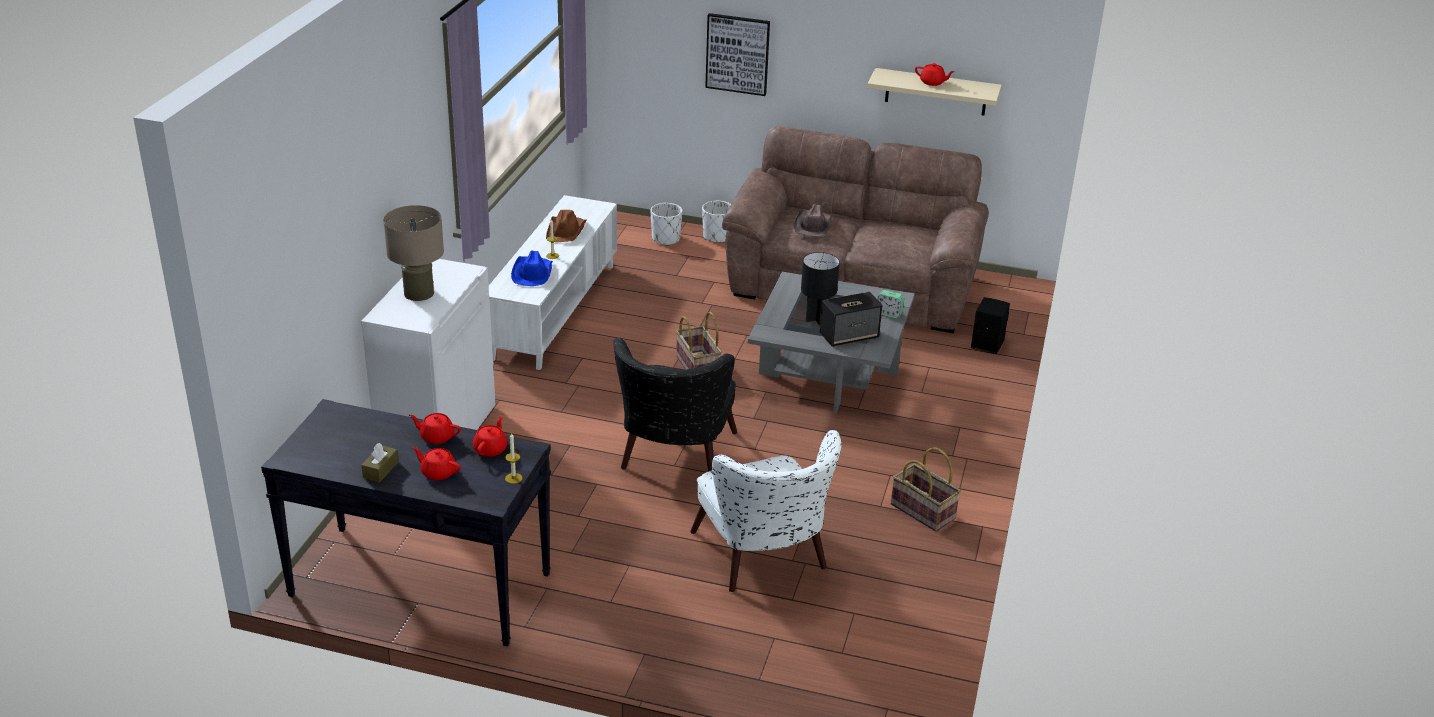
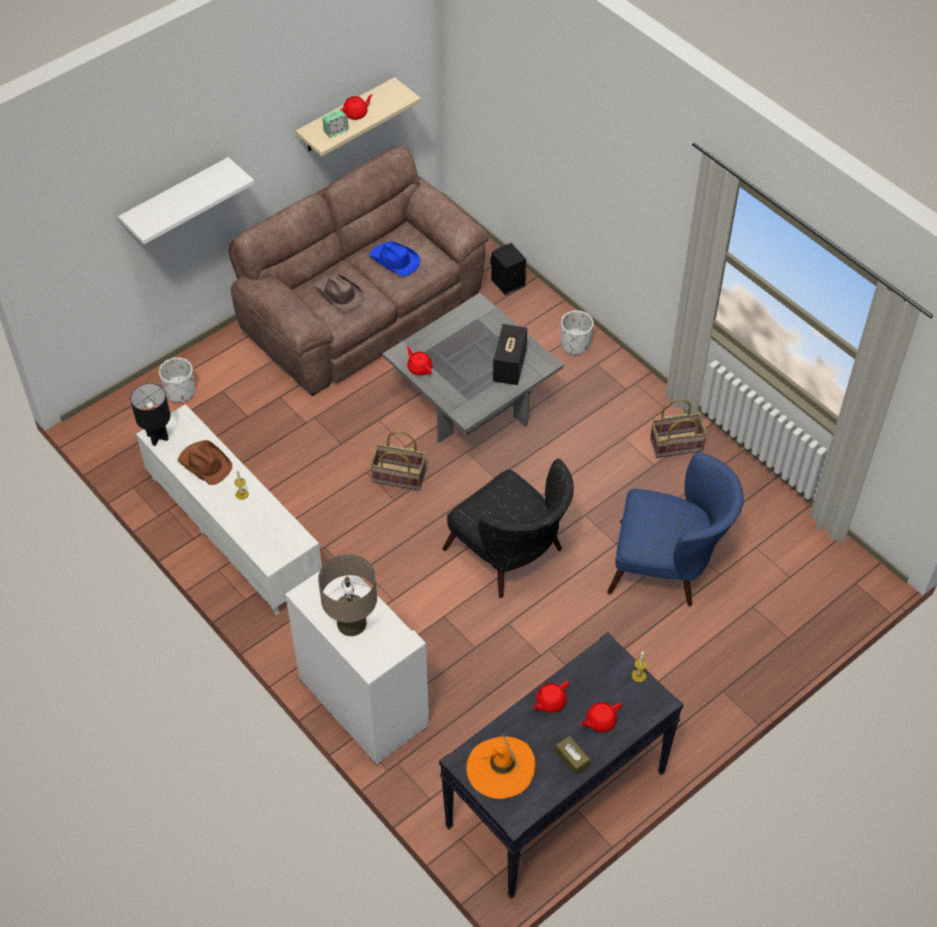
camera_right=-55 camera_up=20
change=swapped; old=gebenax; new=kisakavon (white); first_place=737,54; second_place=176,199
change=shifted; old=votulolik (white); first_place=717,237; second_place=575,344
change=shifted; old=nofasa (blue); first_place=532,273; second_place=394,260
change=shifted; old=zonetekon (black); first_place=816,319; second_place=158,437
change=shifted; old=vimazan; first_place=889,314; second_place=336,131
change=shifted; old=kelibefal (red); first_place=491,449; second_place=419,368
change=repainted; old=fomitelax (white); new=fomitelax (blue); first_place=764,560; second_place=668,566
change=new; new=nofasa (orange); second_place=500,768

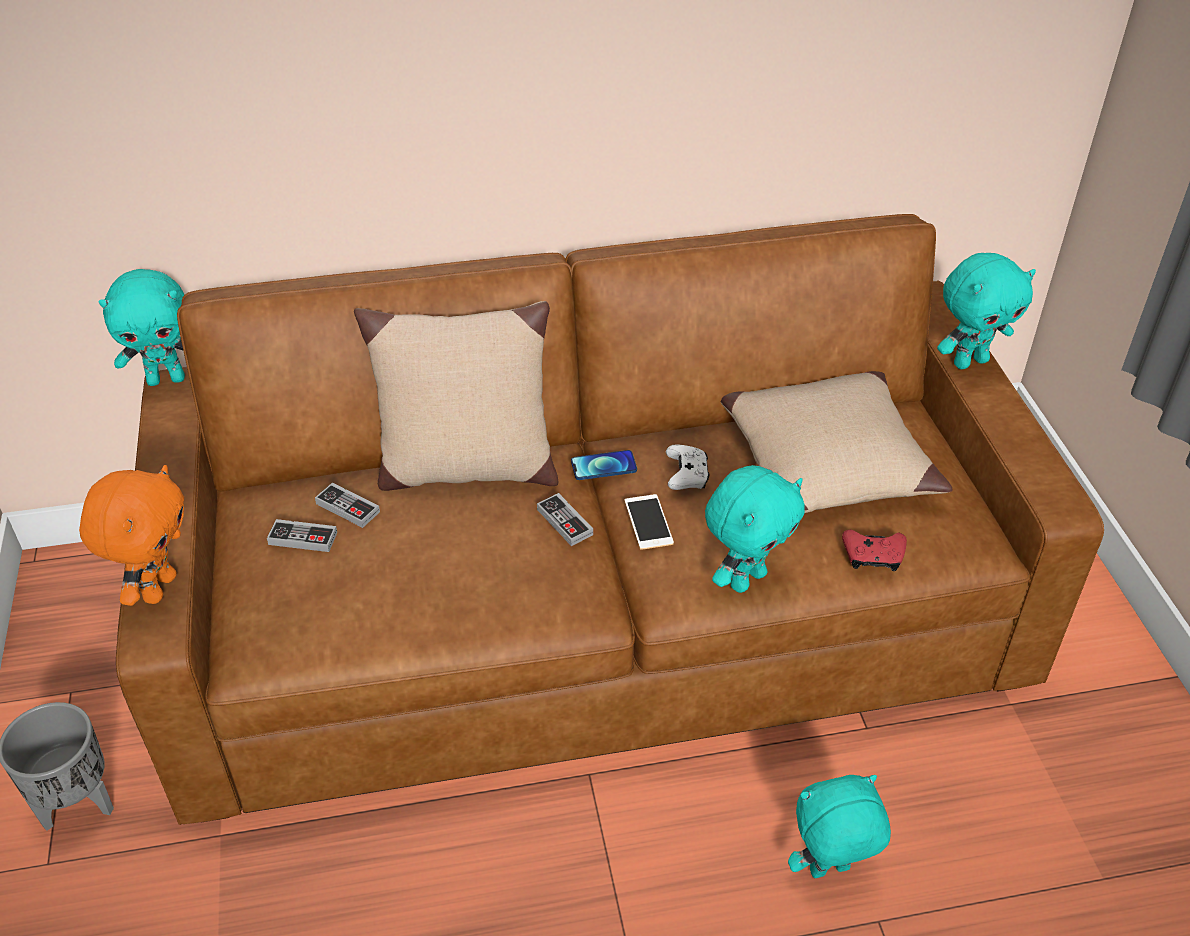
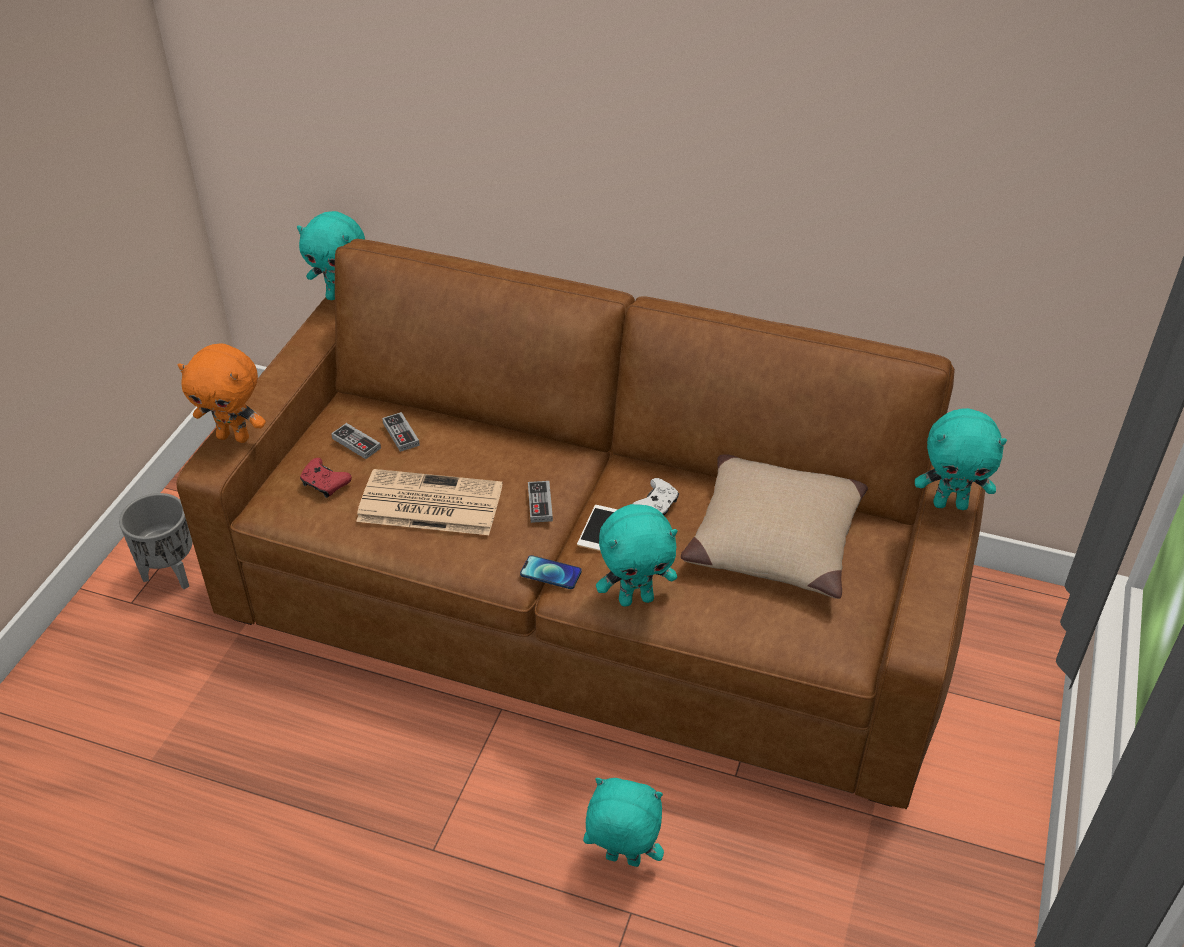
camera_right=30 camera_up=0
change=gone; old=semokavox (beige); first_place=465,468
change=shifted; old=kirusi; first_place=604,466; second_place=550,573
change=rotated; old=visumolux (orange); first_place=158,587; second_place=234,437; degrees=60
change=shifted; old=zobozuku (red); first_place=873,557; second_place=324,484
change=new; new=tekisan; second_place=428,504

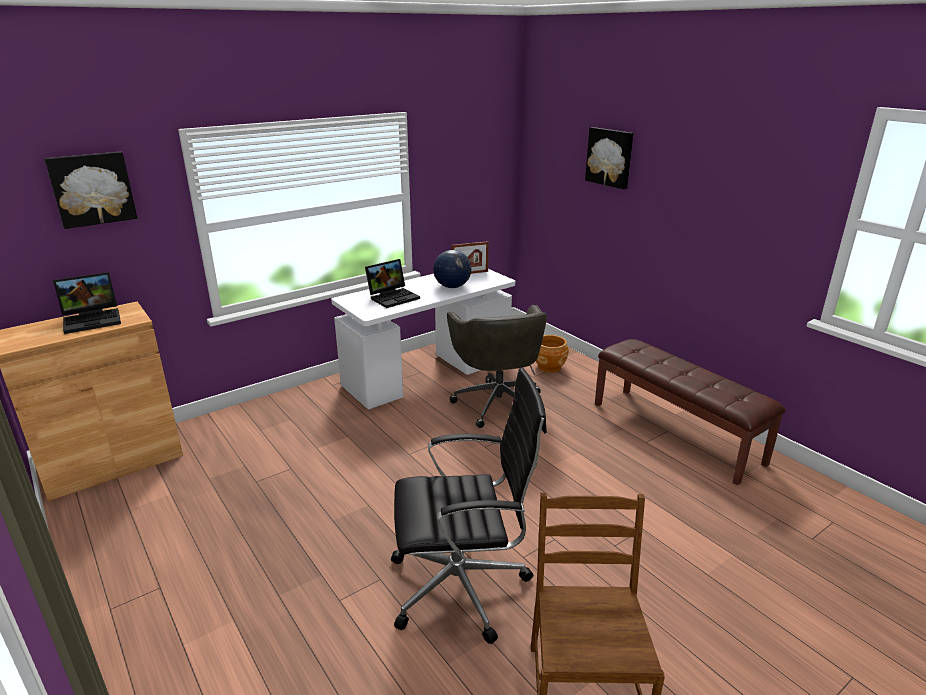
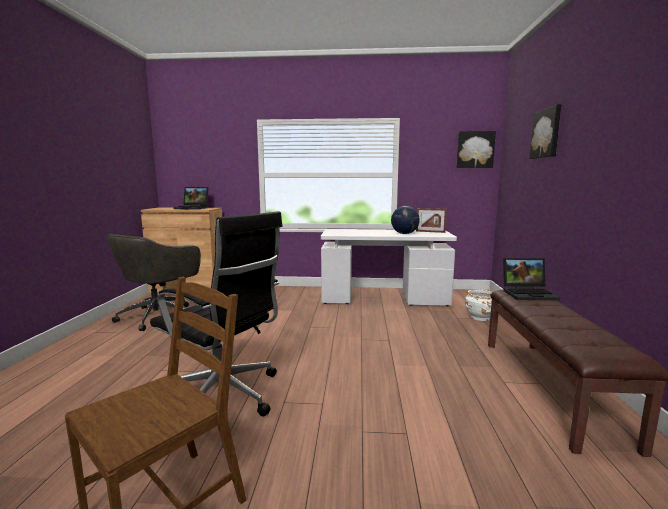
camera_right=40 camera_up=-15
change=shifted; old=gebenax; first_place=92,189; second_place=475,149
change=shifted; old=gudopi; first_place=393,297; second_place=529,293
change=shifted; old=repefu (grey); first_place=498,402; second_place=159,316
change=repainted; old=votulolik (brown); new=votulolik (white); first_place=549,367; second_place=480,317

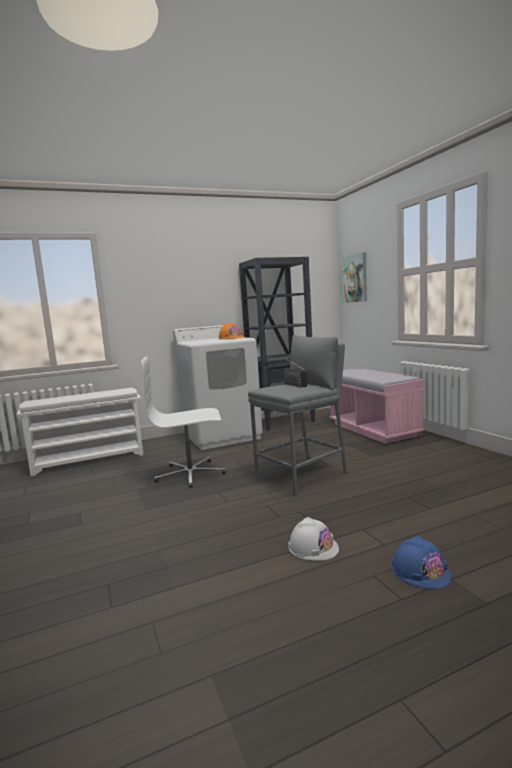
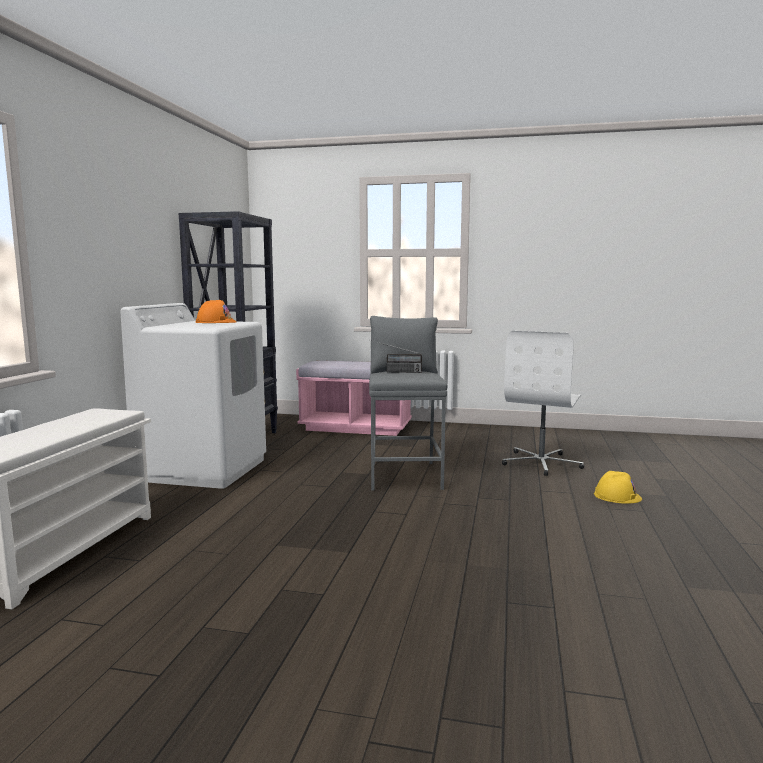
camera_right=-55 camera_up=0
change=gone; old=gebenax; first_place=354,278
change=shifted; old=repefu (white); first_place=190,474; second_place=541,463
change=gone; old=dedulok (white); first_place=313,547
change=repainted; old=dedulok (blue); new=dedulok (yellow); first_place=420,571; second_place=617,496

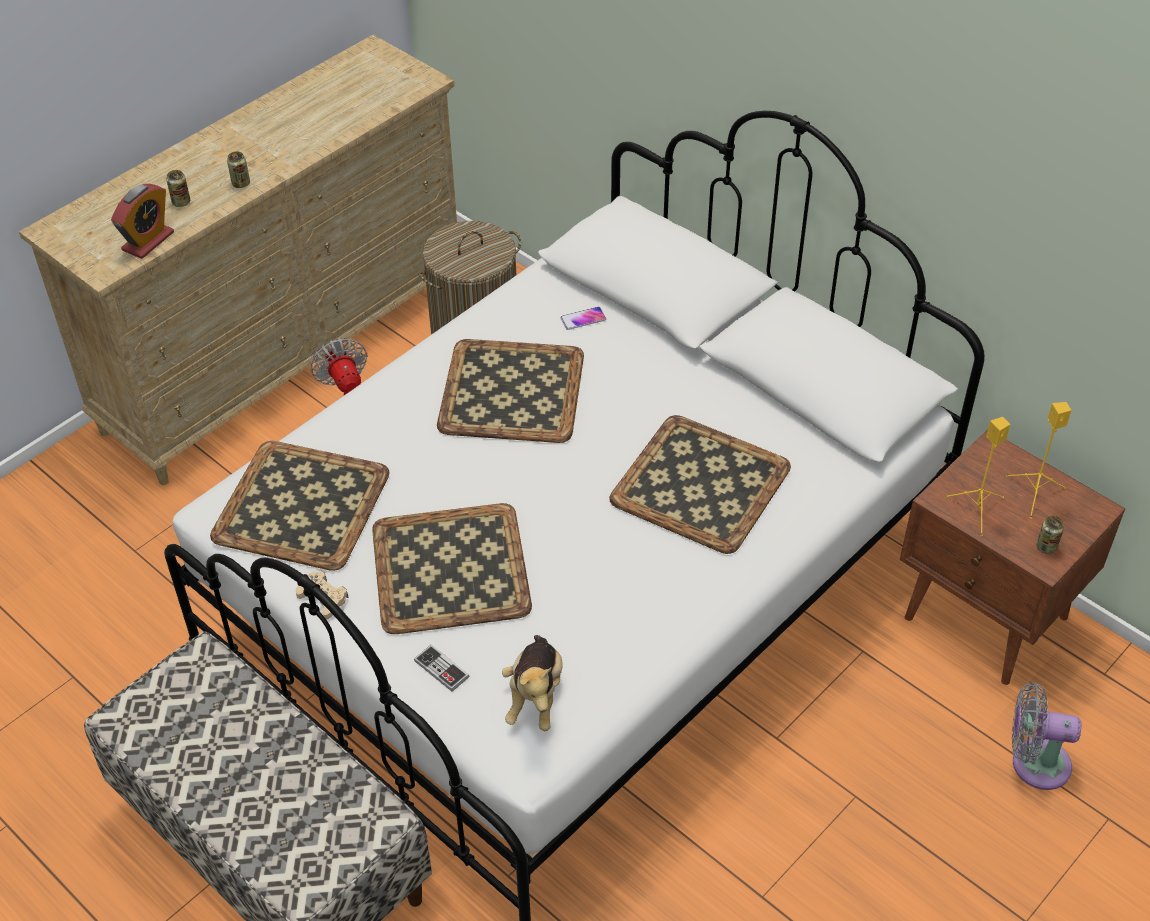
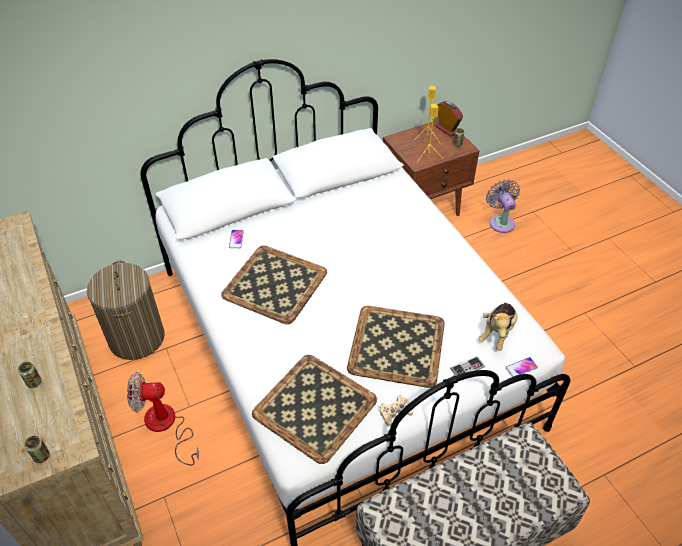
camera_right=-70 camera_up=0
change=shifted; old=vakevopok; first_place=241,183; second_place=41,456
change=shifted; old=vimazan; first_place=148,241; second_place=447,129
change=gone; old=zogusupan; first_place=702,483
change=rotated; old=visumolux; first_place=535,696; second_place=497,332; degrees=90
change=rotated; old=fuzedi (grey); first_place=1034,763; second_place=500,222; degrees=135
change=new; new=kirusi; second_place=521,368

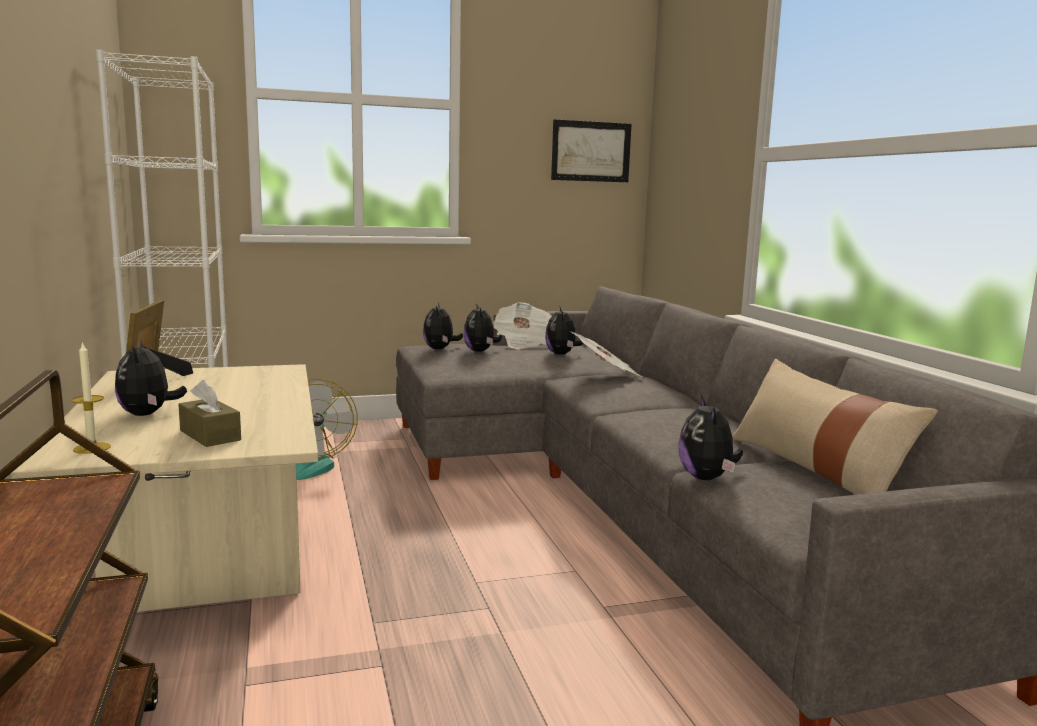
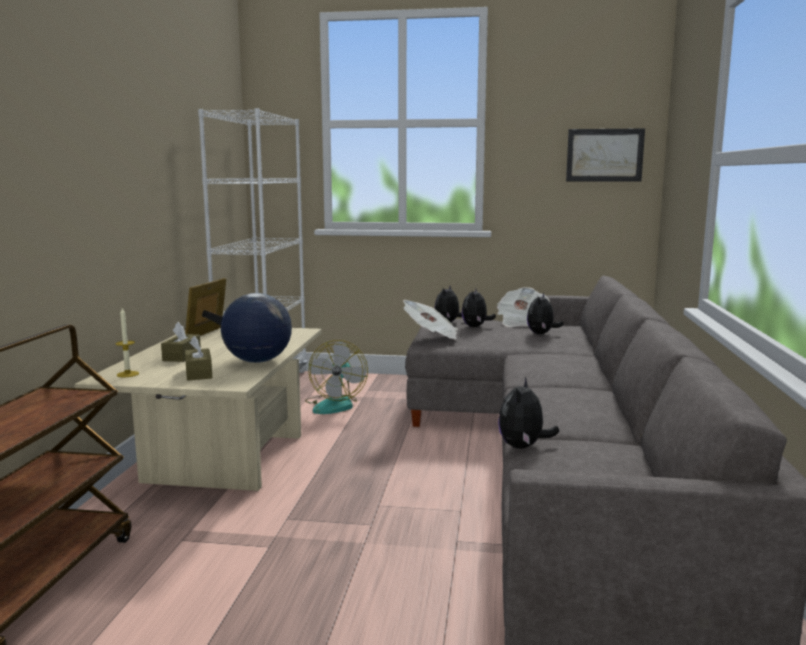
camera_right=25 camera_up=0
change=shifted; old=tekisan; first_place=606,375; second_place=431,335
change=swapped; old=visumolux; new=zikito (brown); first_place=148,414; second_place=182,356
change=gone; old=semokavox (beige); first_place=815,469
change=new; new=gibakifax; second_place=257,361

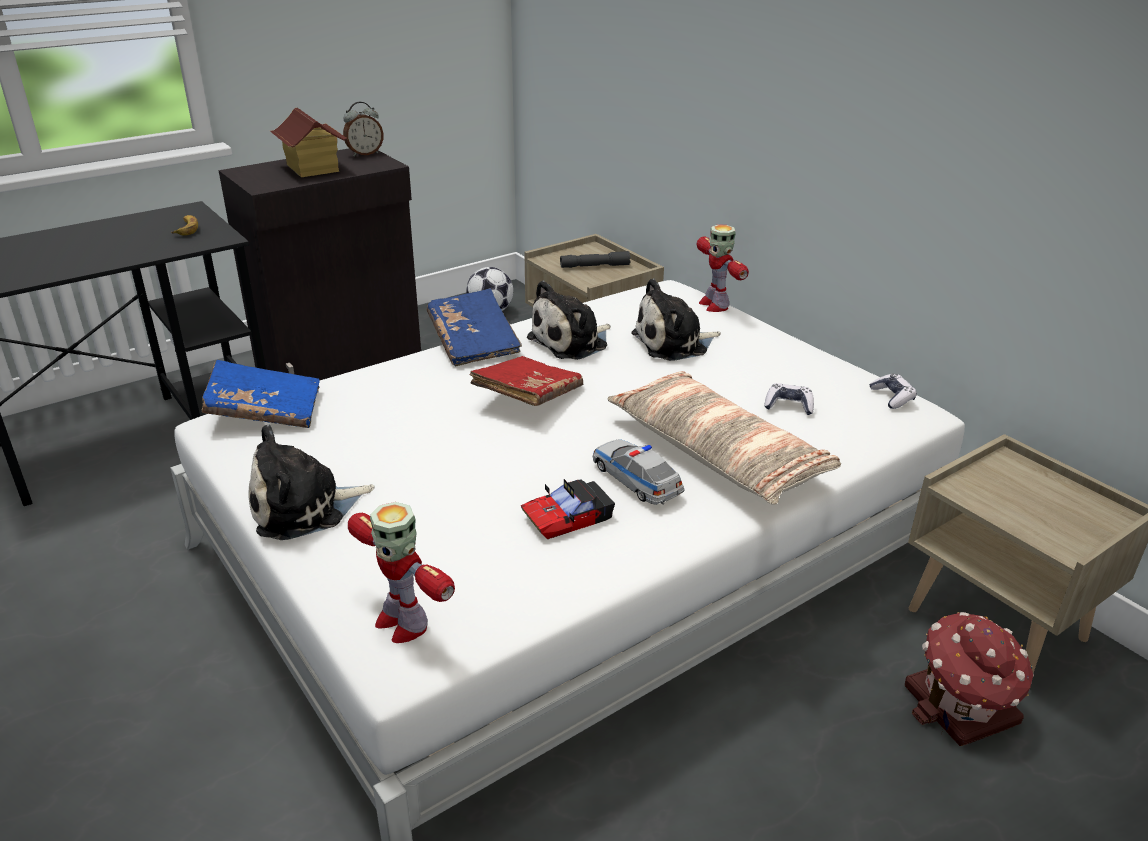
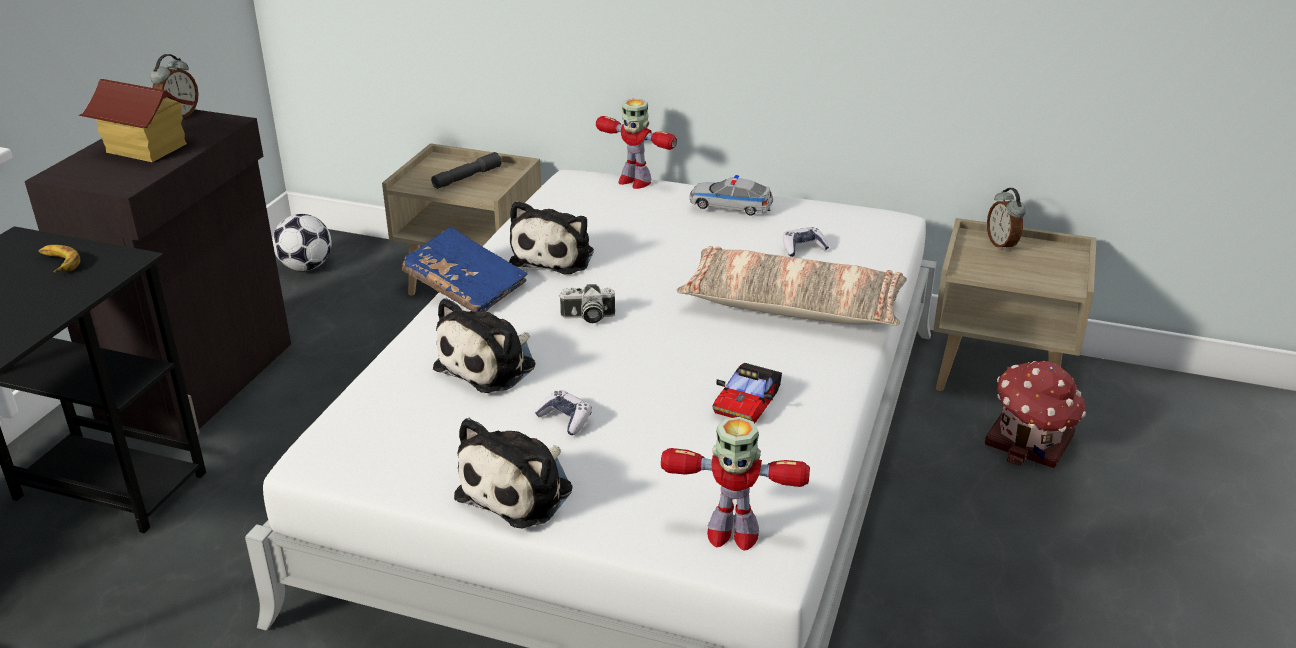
camera_right=-35 camera_up=0
change=shifted; old=visumolux; first_place=674,343; second_place=490,365
change=swapped; old=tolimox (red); new=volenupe; first_place=527,396; second_place=587,317
change=gone; old=tolimox (blue); first_place=265,411
change=shifted; old=zobozuku; first_place=892,397; second_place=565,419
change=shifted; old=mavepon; first_place=636,479; second_place=730,206
change=new; new=vimazan; second_place=1002,244

